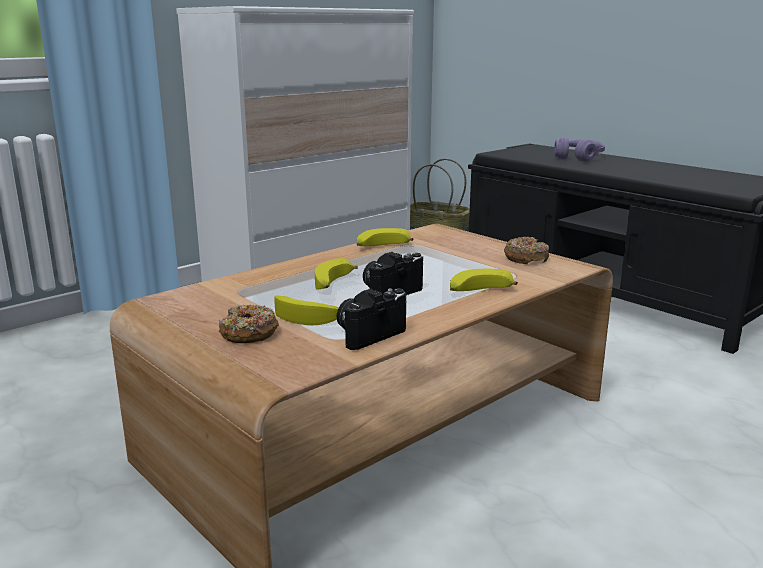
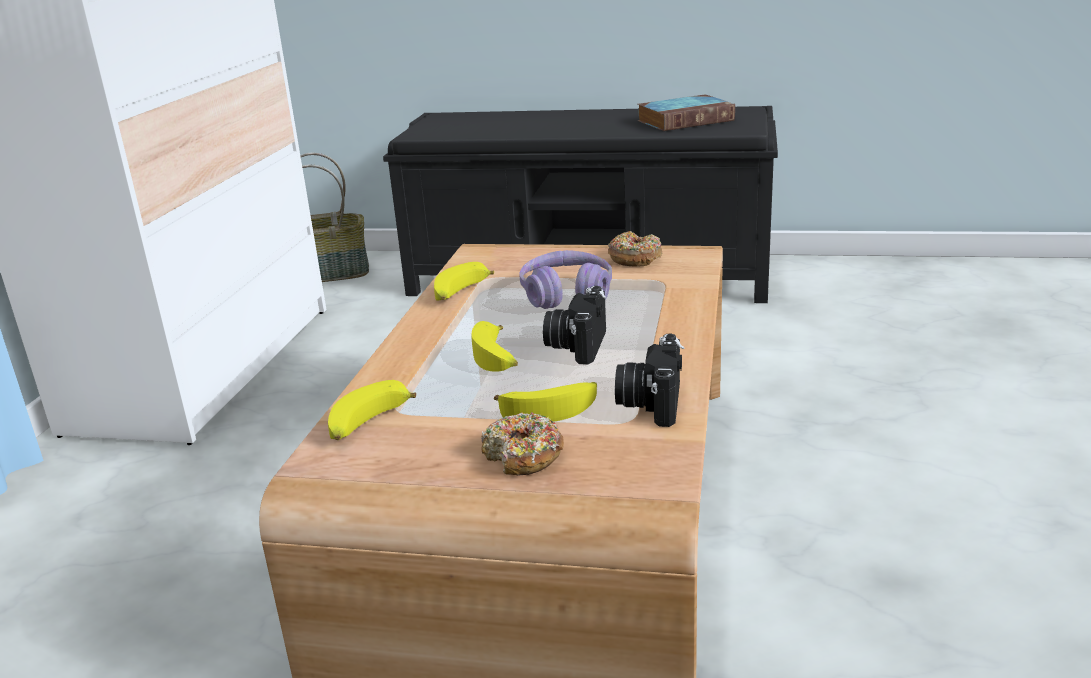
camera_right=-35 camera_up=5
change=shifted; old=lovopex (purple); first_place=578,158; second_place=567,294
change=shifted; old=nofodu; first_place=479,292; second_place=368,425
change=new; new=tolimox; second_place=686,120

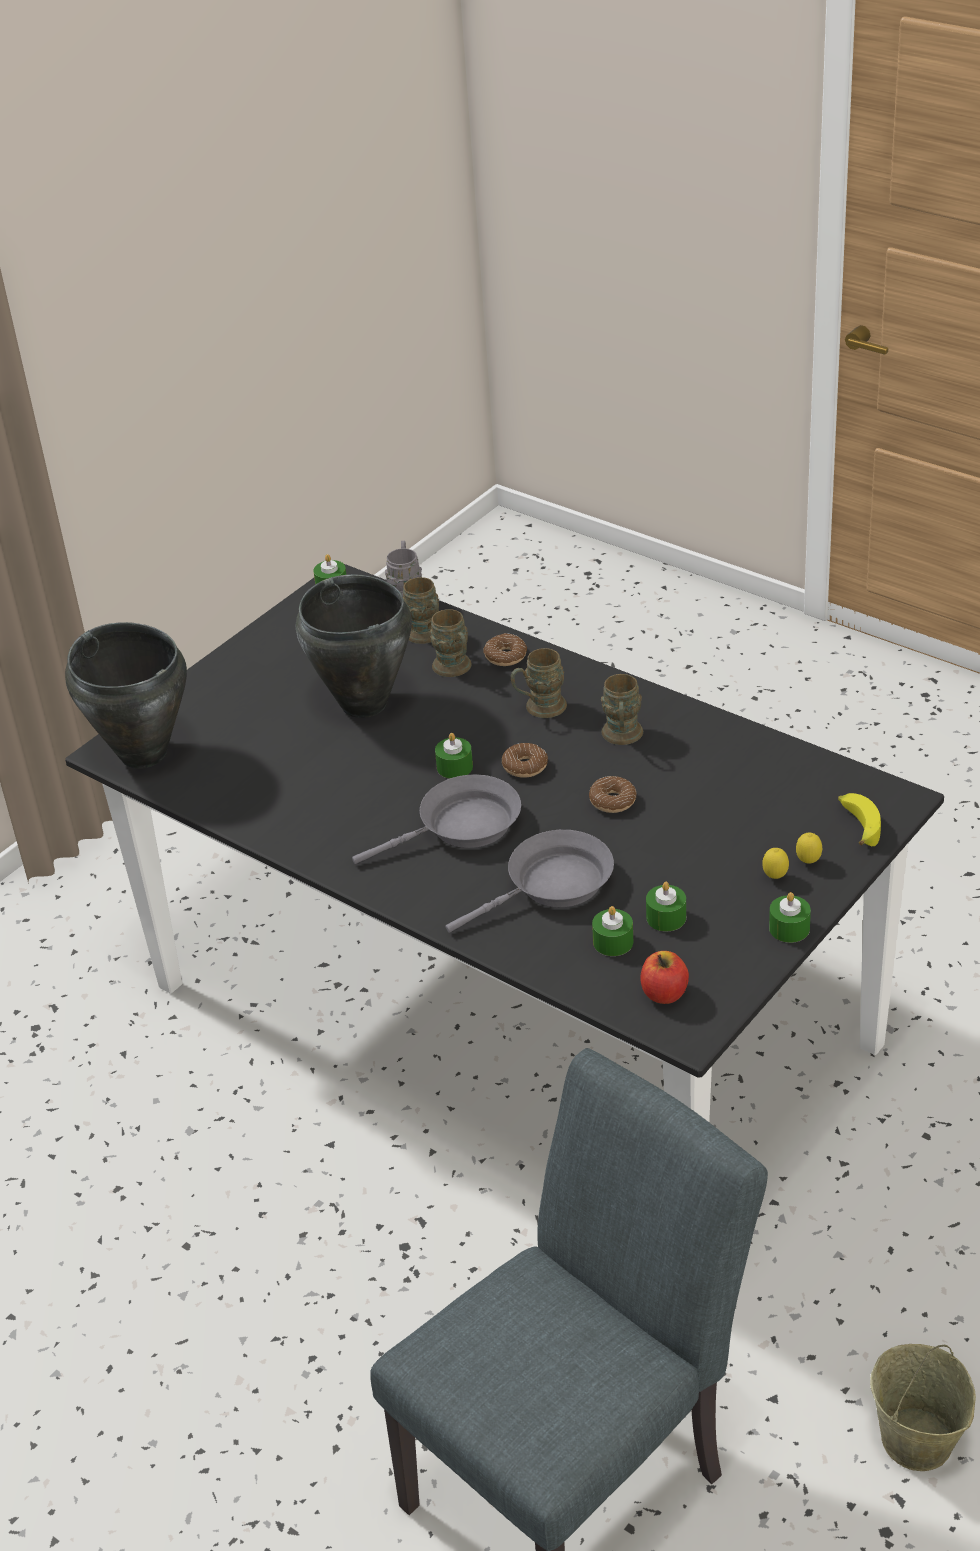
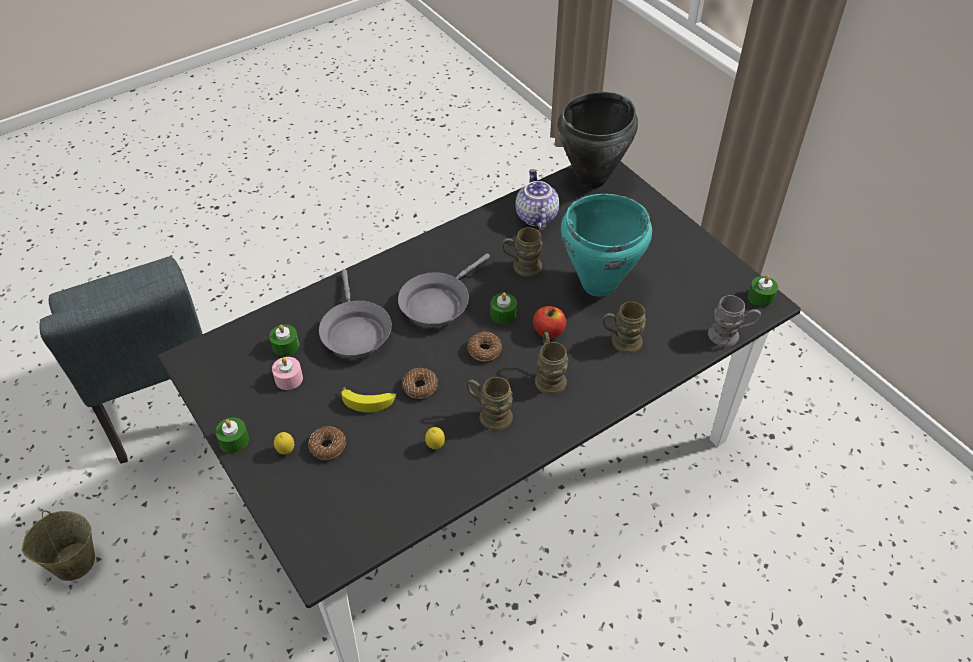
camera_right=105 camera_up=10
change=repainted; old=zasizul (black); new=zasizul (turquoise); first_place=363,705; second_place=597,284
change=shifted; old=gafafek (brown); first_place=427,636; second_place=521,266
change=shifted; old=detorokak; first_place=505,656; second_place=328,446
change=rotated; old=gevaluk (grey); first_place=462,827; second_place=438,303; degrees=45
change=shifted; old=nofodu; first_place=858,825; second_place=369,401
change=shifted; old=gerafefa; first_place=808,862; second_place=435,446
change=repainted; old=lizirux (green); new=lizirux (pink); first_place=666,917; second_place=289,379
change=shifted; old=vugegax; first_place=664,993; second_place=548,331
change=new; new=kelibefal; second_place=535,216

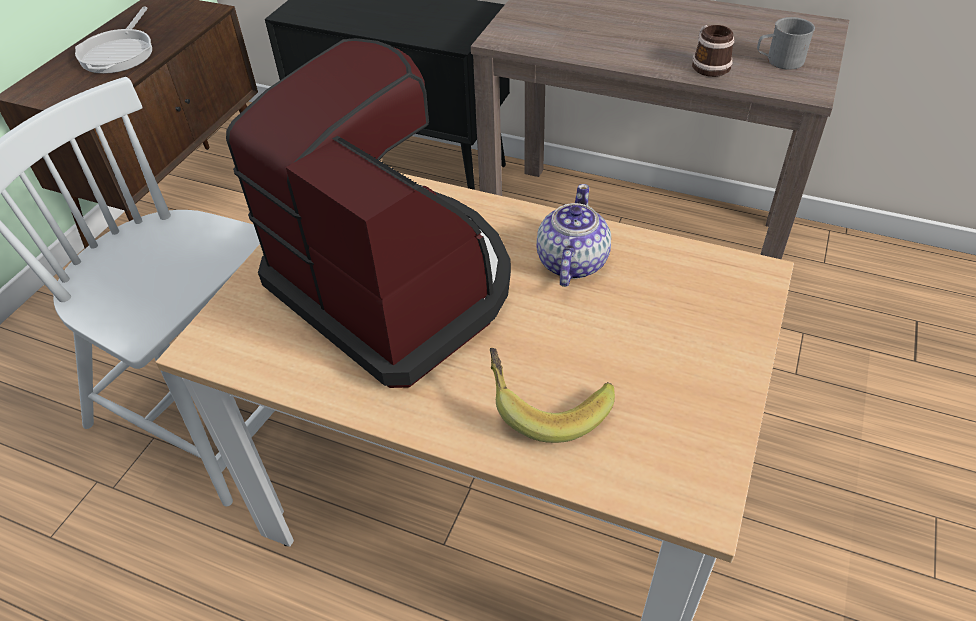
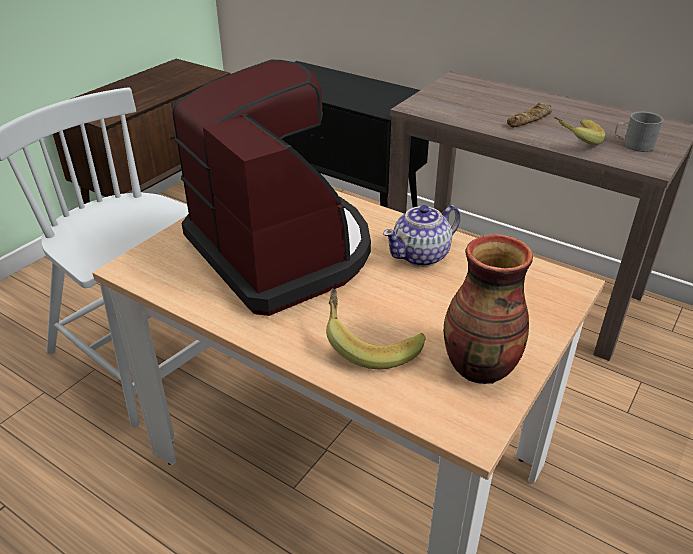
camera_right=10 camera_up=-10
change=gone; old=gevaluk; first_place=120,53
change=swapped; old=gafafek; new=nofodu; first_place=708,64; second_place=573,141
change=rotated; old=kelibefal; first_place=571,263; second_place=421,255; degrees=-150
change=new; new=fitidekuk; second_place=530,120
change=new; new=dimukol; second_place=480,368

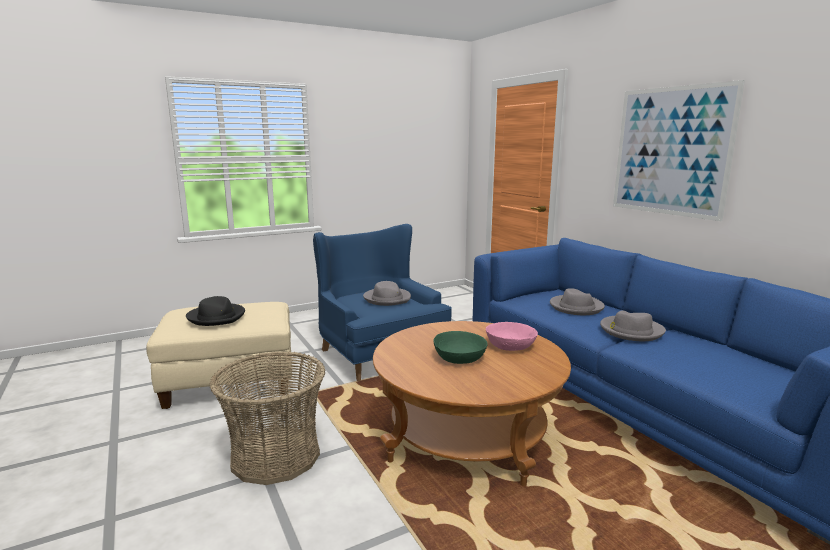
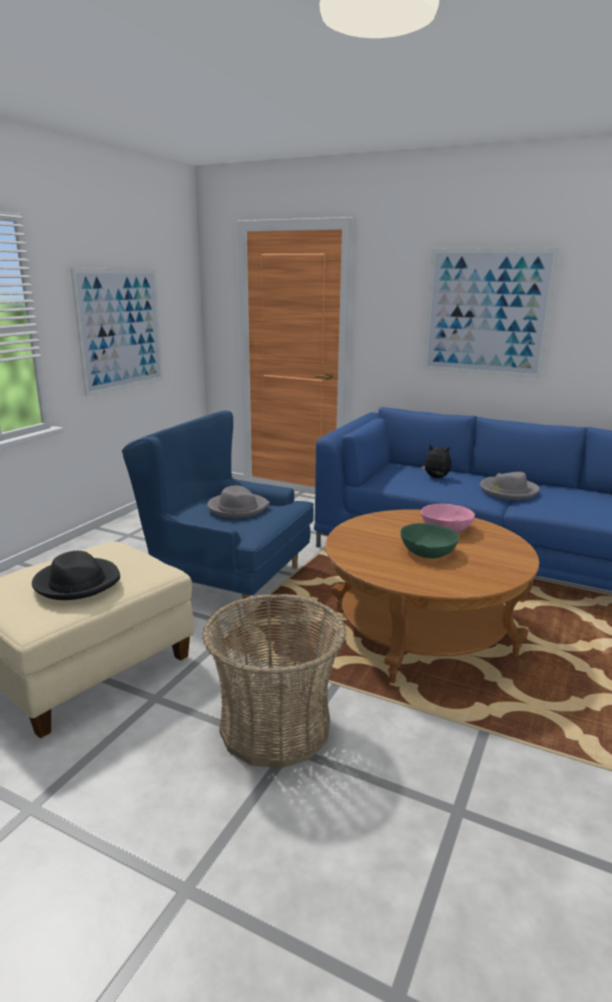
camera_right=-35 camera_up=5
change=swapped; old=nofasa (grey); new=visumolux; first_place=576,307; second_place=436,478
change=new; new=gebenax; second_place=121,330

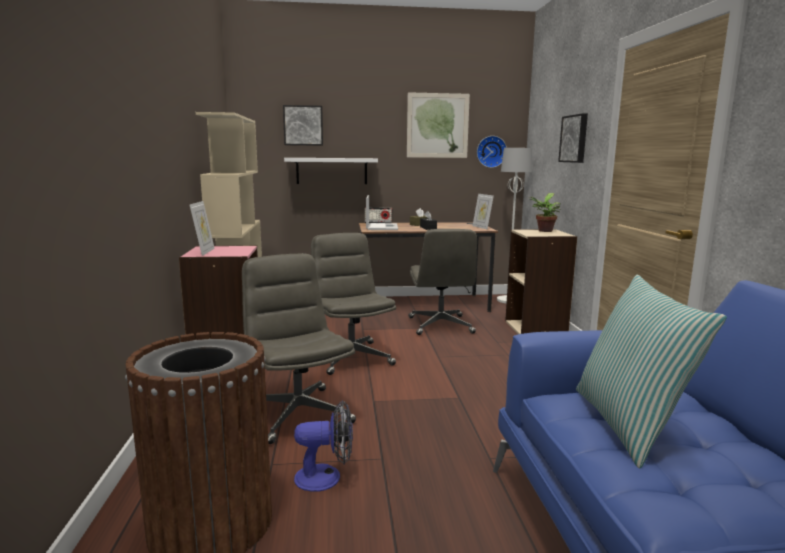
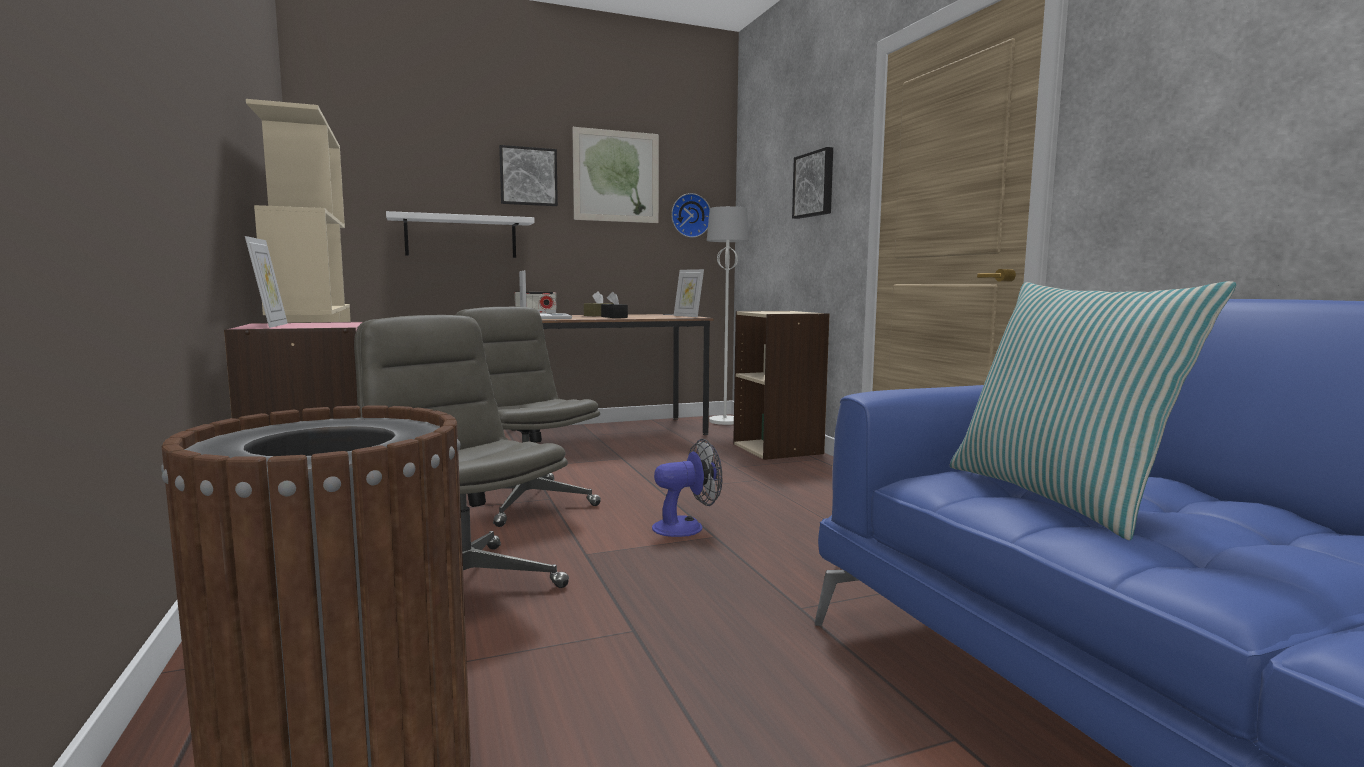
camera_right=-15 camera_up=-5
change=shifted; old=gebenax; first_place=303,125; second_place=528,176
change=gone; old=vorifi; first_place=544,231
change=gone; old=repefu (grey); first_place=441,325
change=shifted; old=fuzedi; first_place=326,477; second_place=686,527

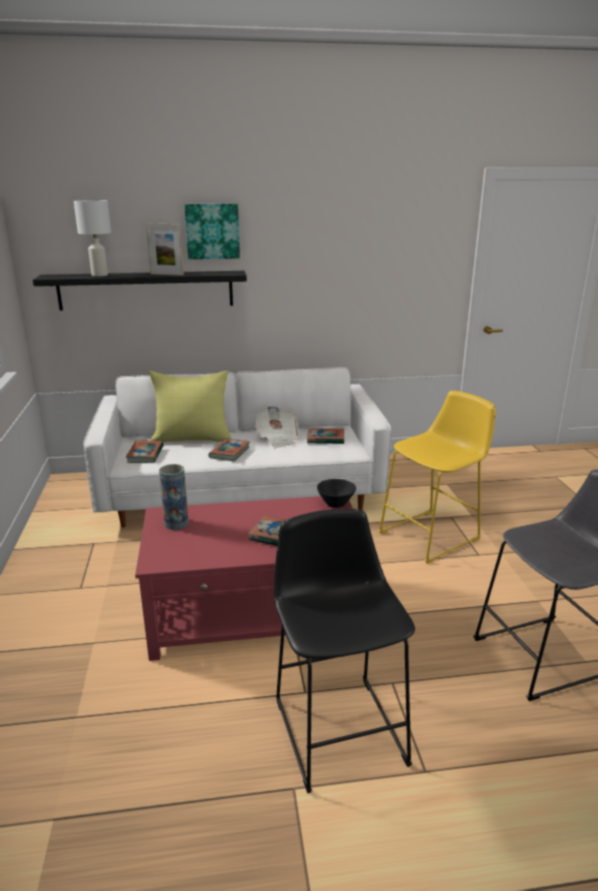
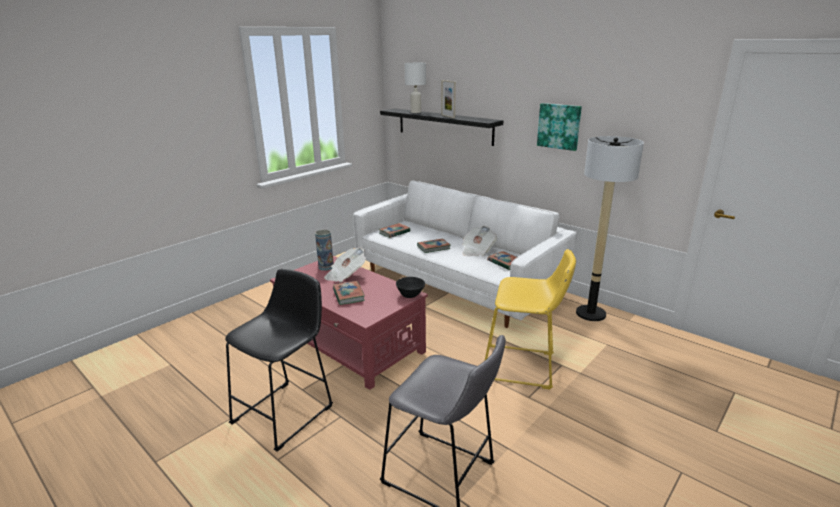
camera_right=50 camera_up=0
change=shifted; old=gebenax; first_place=212,231; second_place=559,126
change=gone; old=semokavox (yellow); first_place=193,438
change=new; new=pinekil; second_place=591,313
change=new; new=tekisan; second_place=345,275

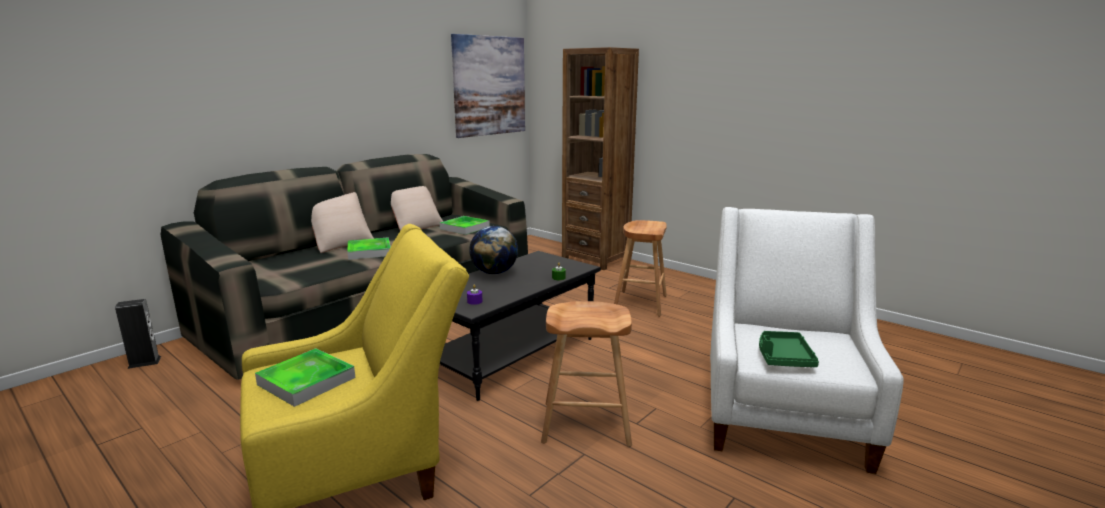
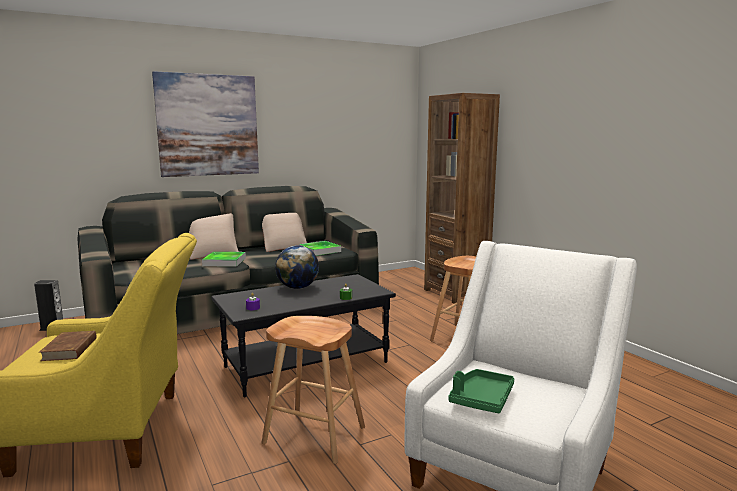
camera_right=20 camera_up=-5
change=shifted; old=gebenax; first_place=489,86; second_place=208,125
change=swapped; old=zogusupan; new=tolimox (brown); first_place=306,381; second_place=70,349

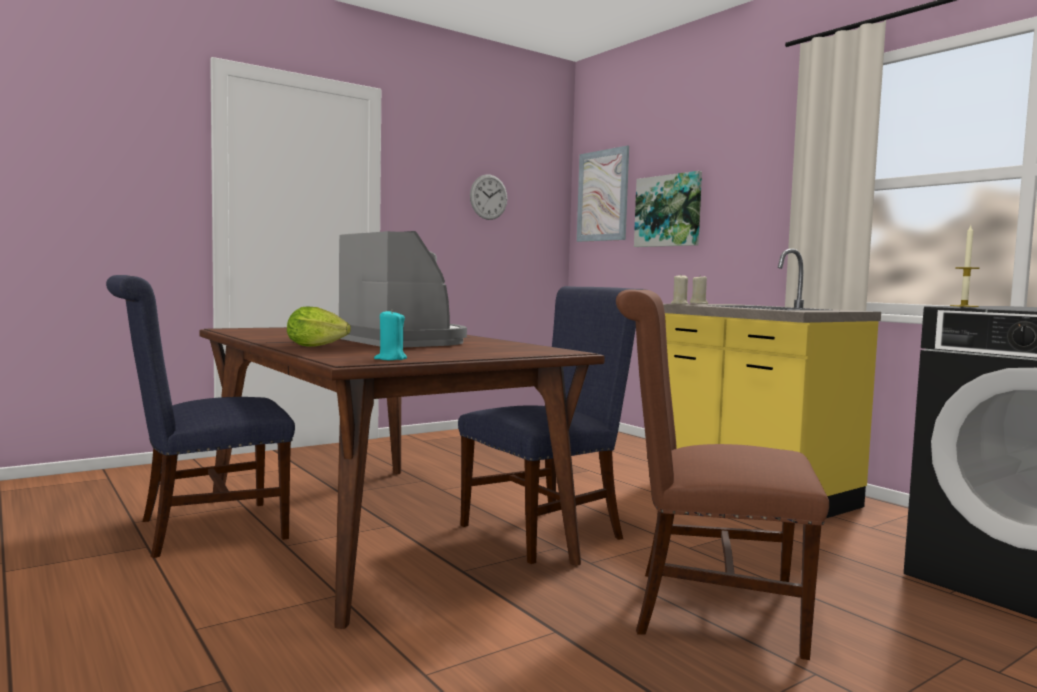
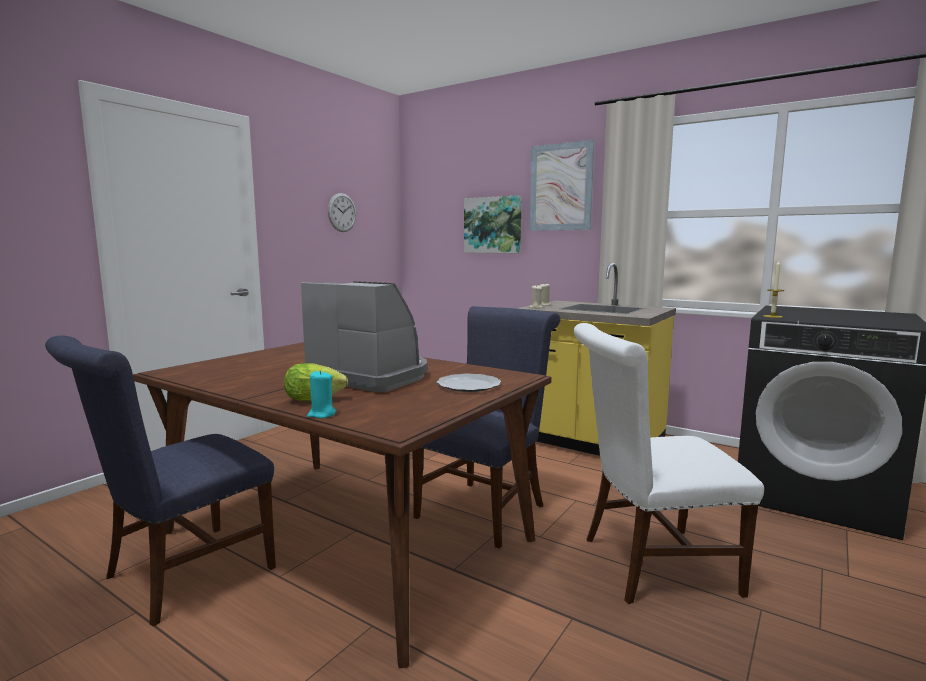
camera_right=-20 camera_up=5
change=shifted; old=gebenax; first_place=602,195; second_place=561,187
change=repainted; old=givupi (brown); new=givupi (white); first_place=703,609; second_place=649,565
change=shifted; old=lizirux (turquoise); first_place=390,359; second_place=321,414
change=new; new=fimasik; second_place=469,385

